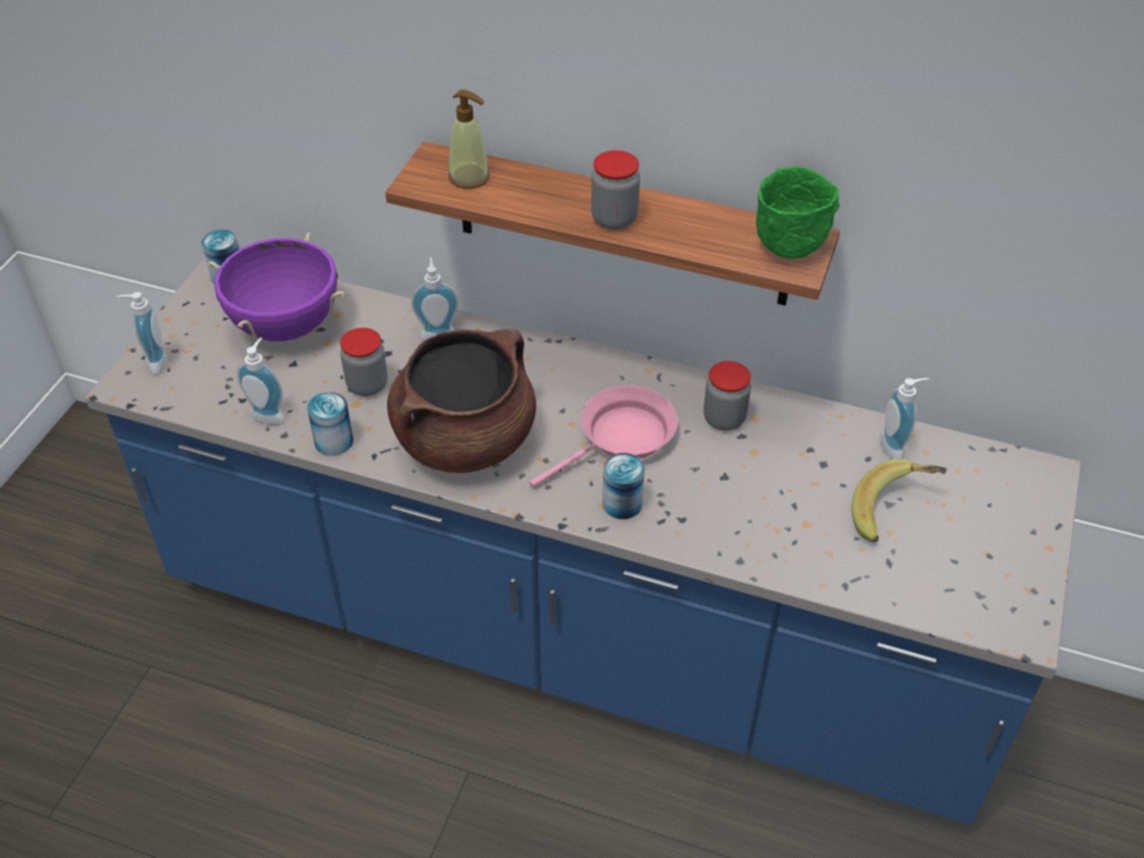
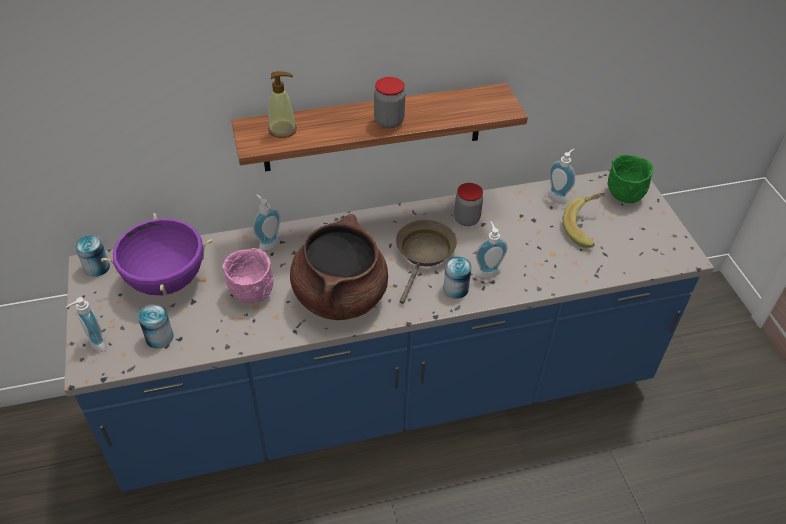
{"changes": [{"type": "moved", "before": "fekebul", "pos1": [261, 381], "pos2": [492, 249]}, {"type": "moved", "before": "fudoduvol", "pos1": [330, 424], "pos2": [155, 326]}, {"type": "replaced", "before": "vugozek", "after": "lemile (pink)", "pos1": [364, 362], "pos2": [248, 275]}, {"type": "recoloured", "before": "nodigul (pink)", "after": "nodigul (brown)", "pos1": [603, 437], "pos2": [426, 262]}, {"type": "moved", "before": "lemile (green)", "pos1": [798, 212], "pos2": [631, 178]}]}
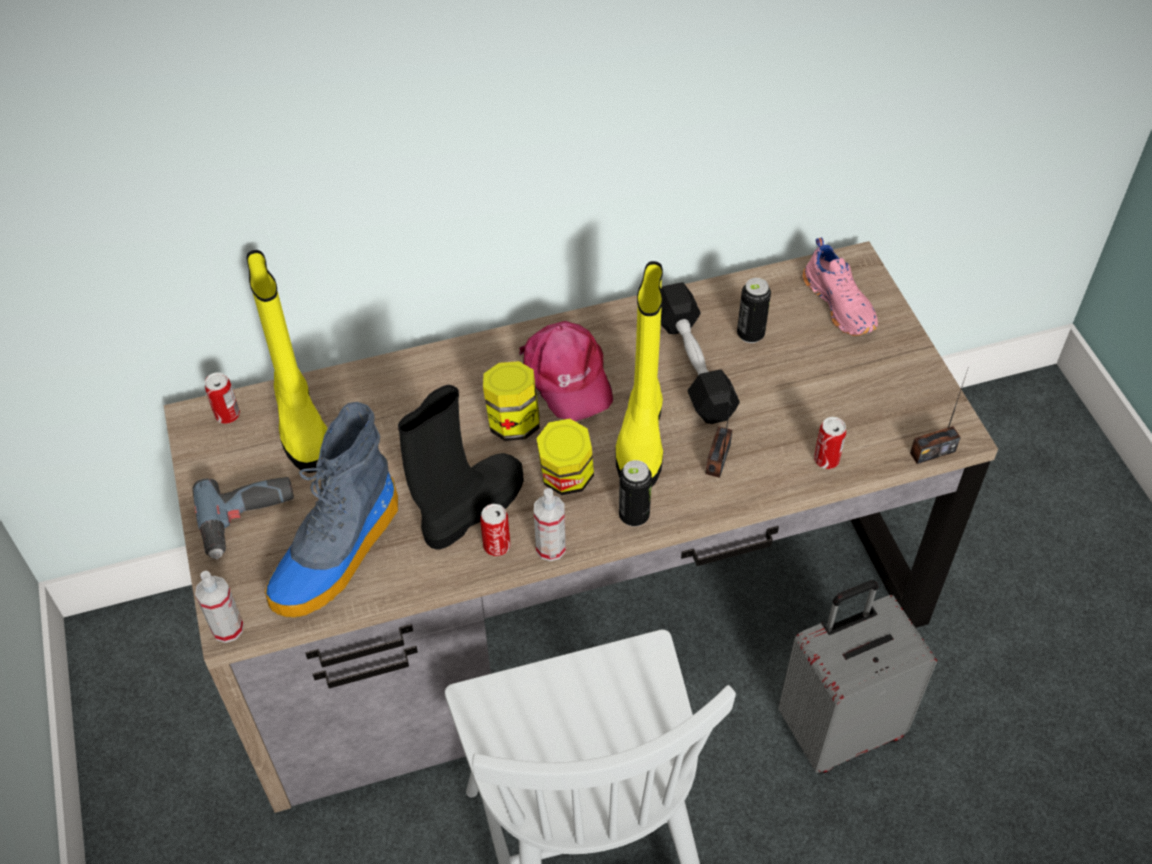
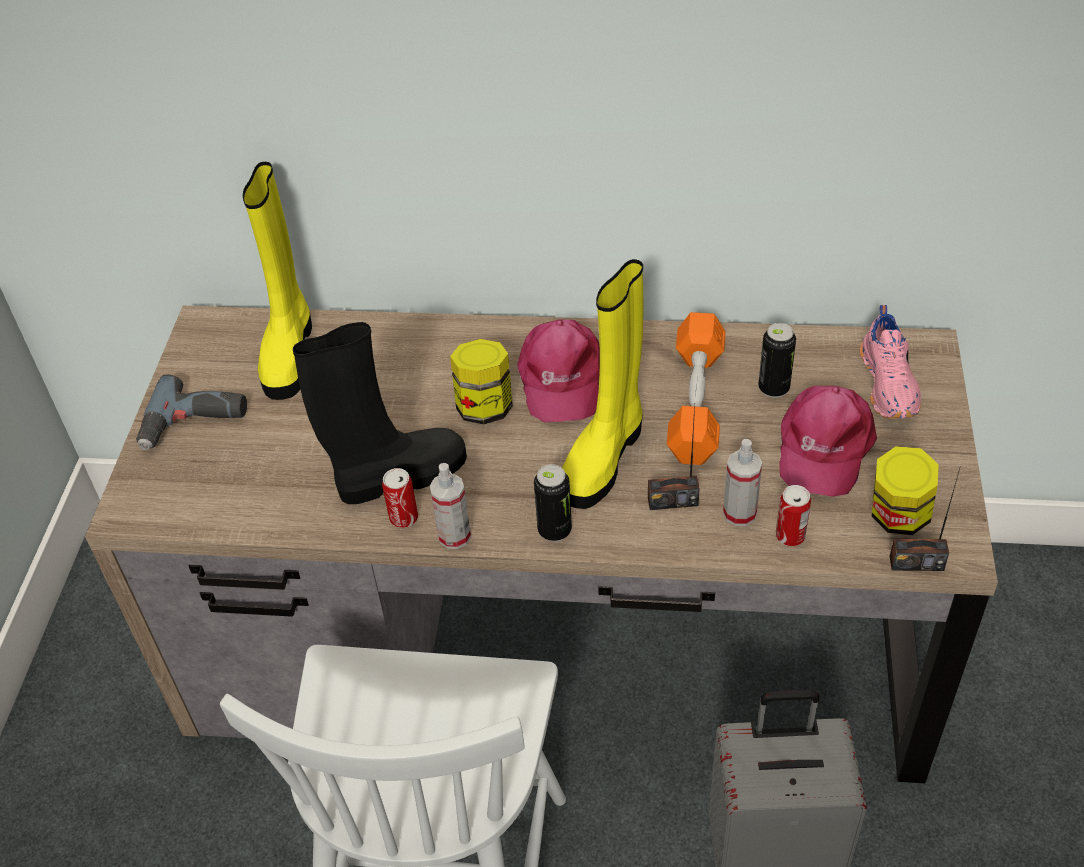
{"changes": [{"type": "moved", "before": "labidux", "pos1": [219, 607], "pos2": [742, 482]}, {"type": "removed", "before": "fudoduvol", "pos1": [222, 398]}, {"type": "removed", "before": "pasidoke", "pos1": [331, 510]}, {"type": "moved", "before": "vugozek", "pos1": [565, 456], "pos2": [905, 490]}, {"type": "recoloured", "before": "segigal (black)", "after": "segigal (orange)", "pos1": [700, 353], "pos2": [696, 388]}, {"type": "turned", "before": "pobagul", "pos1": [718, 441], "pos2": [674, 457], "turn": -135}, {"type": "added", "after": "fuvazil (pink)", "pos2": [828, 441]}]}
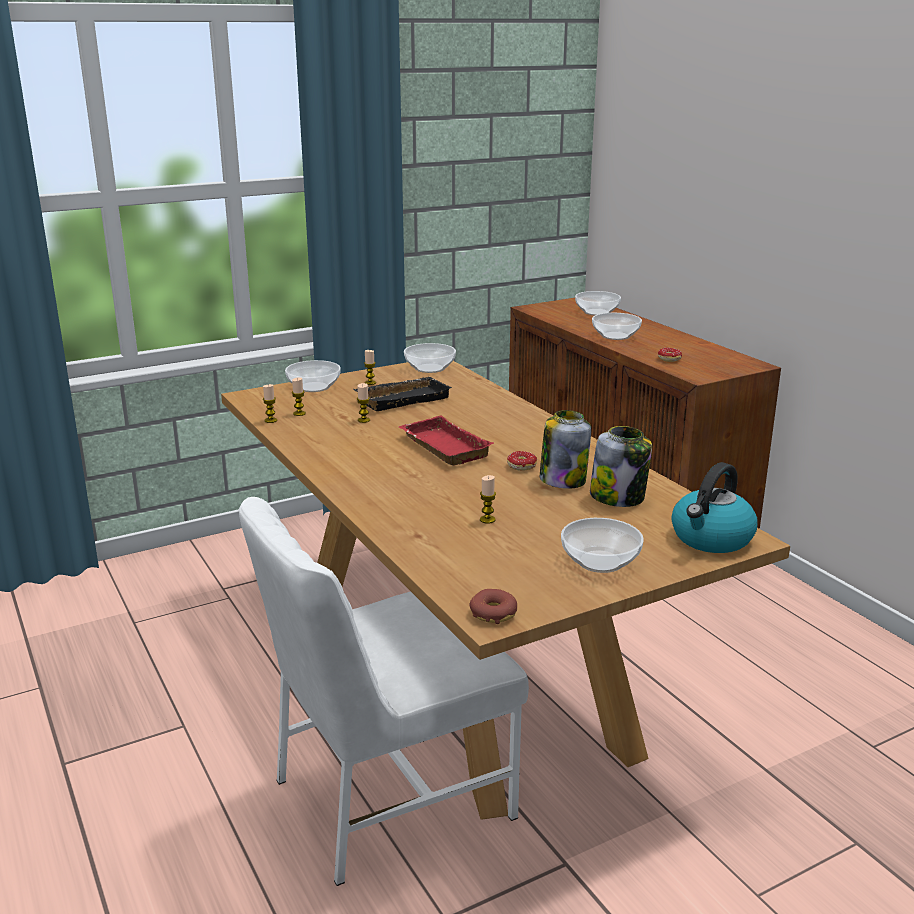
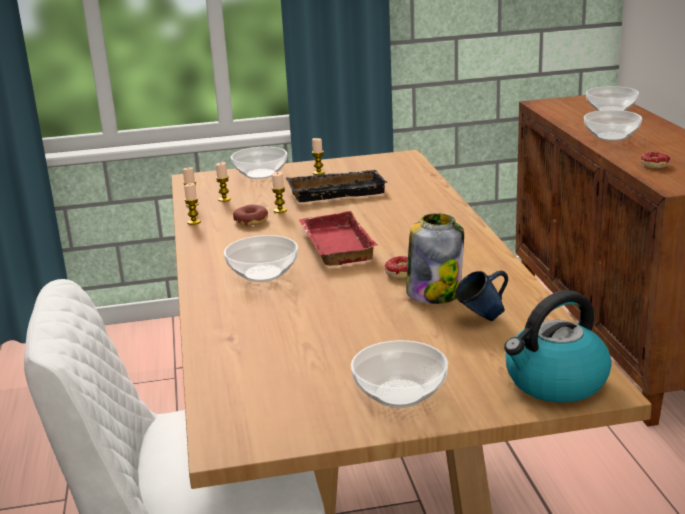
{"changes": [{"type": "moved", "before": "lemile", "pos1": [430, 358], "pos2": [261, 258]}, {"type": "moved", "before": "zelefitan", "pos1": [493, 606], "pos2": [250, 215]}, {"type": "moved", "before": "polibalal", "pos1": [488, 499], "pos2": [192, 204]}, {"type": "replaced", "before": "vugozek", "after": "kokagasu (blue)", "pos1": [621, 466], "pos2": [481, 295]}]}
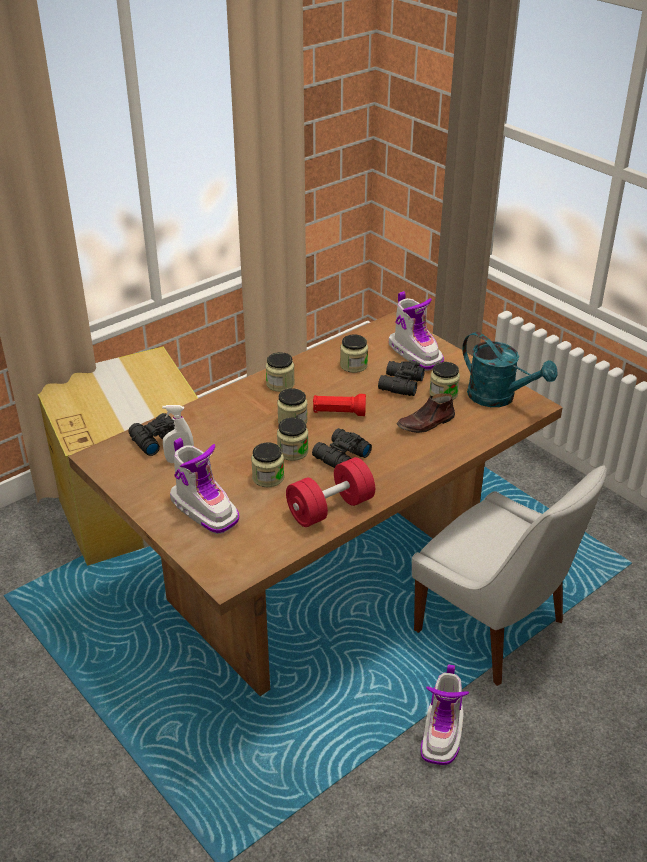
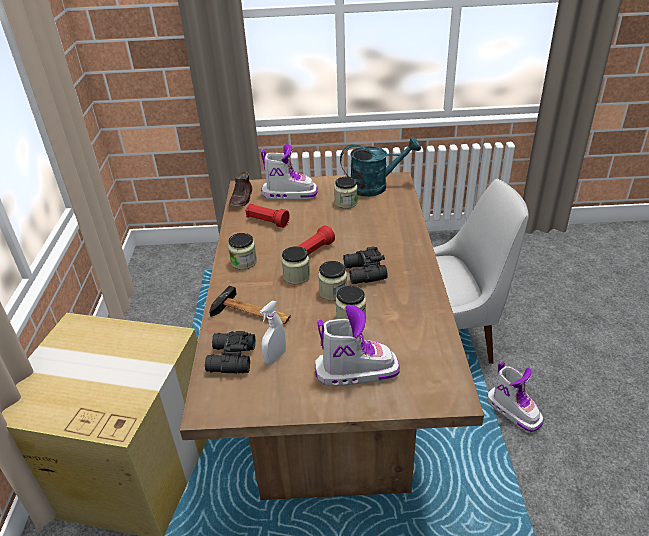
{"changes": [{"type": "removed", "before": "segigal (red)", "pos1": [330, 492]}, {"type": "replaced", "before": "vugozek", "after": "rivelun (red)", "pos1": [354, 353], "pos2": [268, 216]}, {"type": "removed", "before": "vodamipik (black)", "pos1": [401, 378]}, {"type": "moved", "before": "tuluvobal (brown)", "pos1": [425, 413], "pos2": [240, 189]}, {"type": "added", "after": "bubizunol", "pos2": [250, 304]}]}
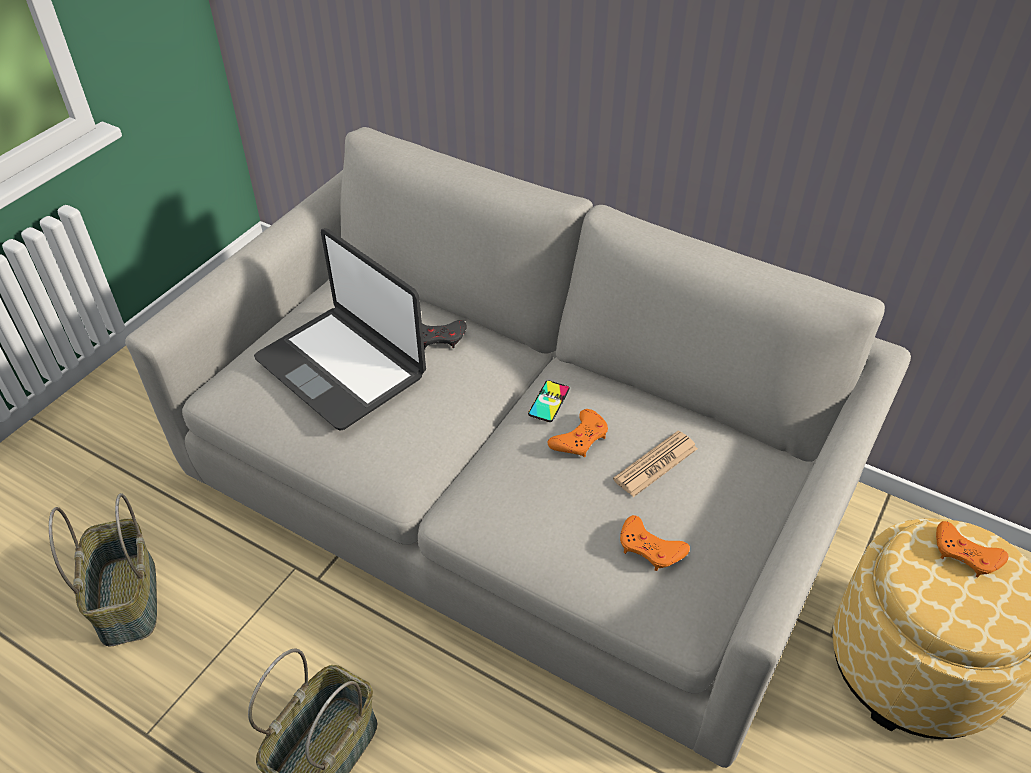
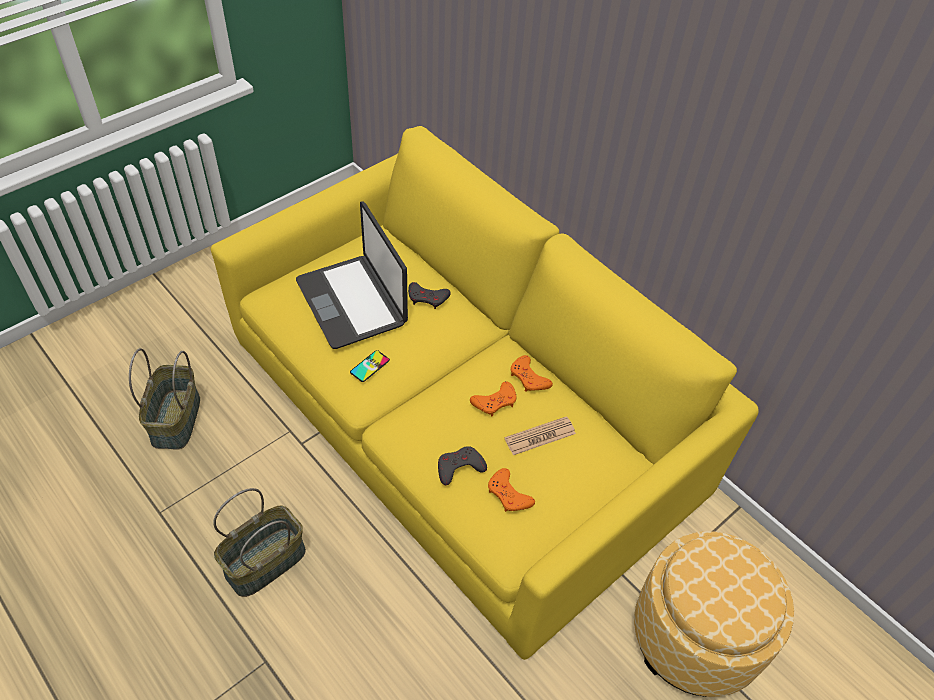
{"changes": [{"type": "recoloured", "before": "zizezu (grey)", "after": "zizezu (yellow)", "pos1": [518, 447], "pos2": [485, 393]}, {"type": "moved", "before": "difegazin", "pos1": [549, 401], "pos2": [370, 366]}, {"type": "moved", "before": "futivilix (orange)", "pos1": [972, 549], "pos2": [531, 373]}, {"type": "added", "after": "futivilix (grey)", "pos2": [462, 465]}]}
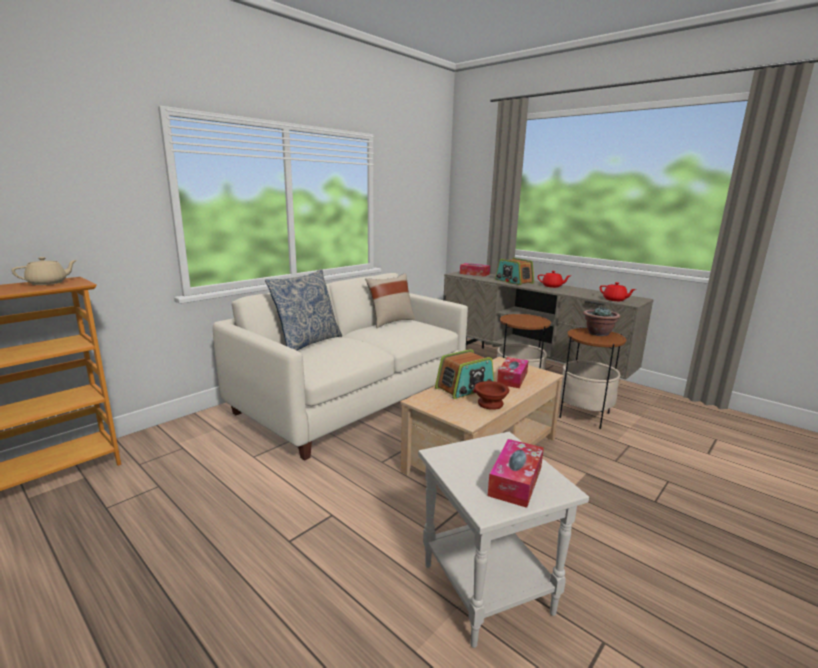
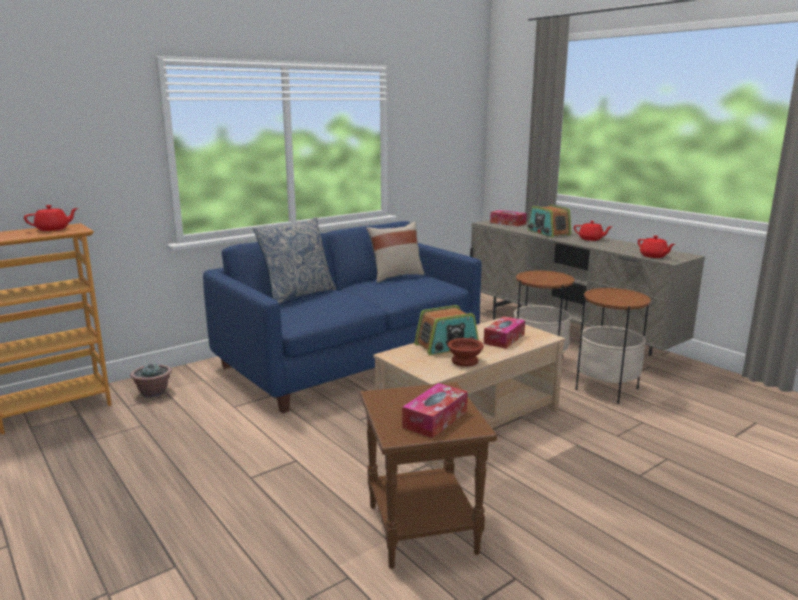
{"changes": [{"type": "recoloured", "before": "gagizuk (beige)", "after": "gagizuk (red)", "pos1": [44, 271], "pos2": [51, 218]}, {"type": "recoloured", "before": "zizezu (white)", "after": "zizezu (blue)", "pos1": [340, 367], "pos2": [342, 317]}, {"type": "recoloured", "before": "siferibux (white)", "after": "siferibux (brown)", "pos1": [503, 540], "pos2": [428, 475]}, {"type": "moved", "before": "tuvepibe", "pos1": [601, 321], "pos2": [151, 380]}]}
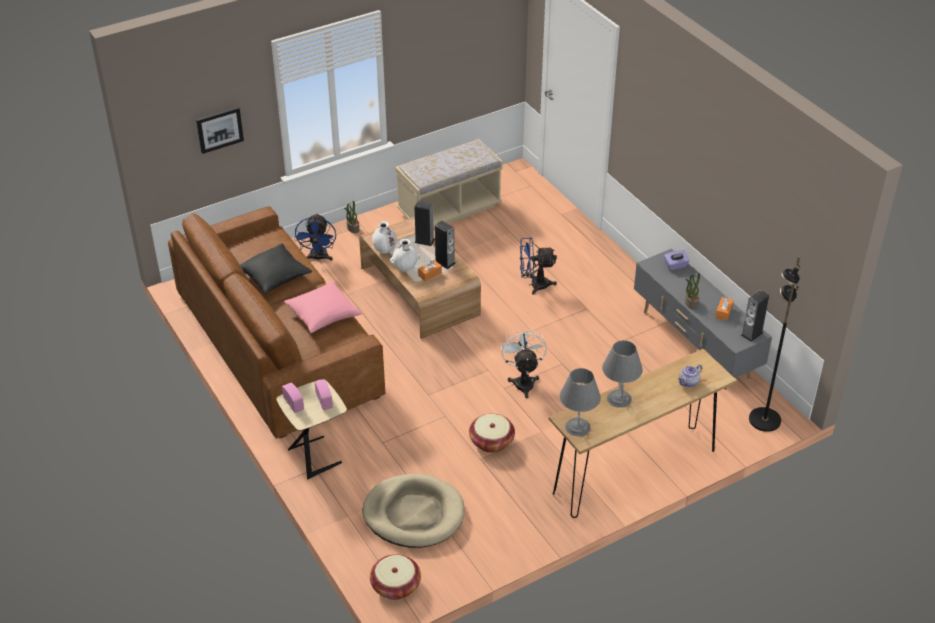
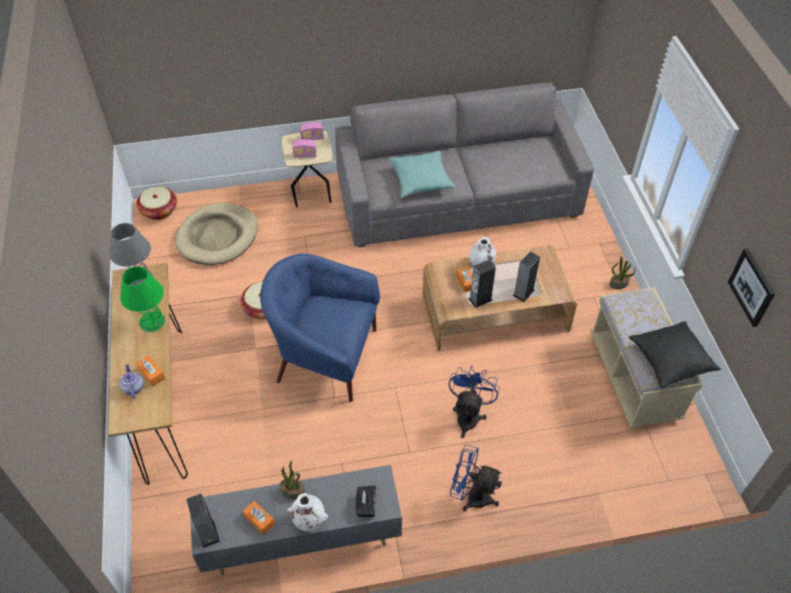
{"changes": [{"type": "recoloured", "before": "zizezu (brown)", "after": "zizezu (grey)", "pos1": [276, 323], "pos2": [464, 165]}, {"type": "moved", "before": "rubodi", "pos1": [220, 130], "pos2": [751, 287]}, {"type": "moved", "before": "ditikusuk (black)", "pos1": [276, 268], "pos2": [675, 354]}, {"type": "recoloured", "before": "ditikusuk (pink)", "after": "ditikusuk (turquoise)", "pos1": [323, 307], "pos2": [421, 174]}, {"type": "moved", "before": "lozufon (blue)", "pos1": [315, 237], "pos2": [476, 478]}, {"type": "moved", "before": "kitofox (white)", "pos1": [384, 237], "pos2": [307, 512]}, {"type": "replaced", "before": "lozufon (white)", "after": "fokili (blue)", "pos1": [524, 363], "pos2": [320, 328]}, {"type": "recoloured", "before": "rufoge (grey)", "after": "rufoge (green)", "pos1": [622, 374], "pos2": [142, 299]}, {"type": "recoloured", "before": "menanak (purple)", "after": "menanak (black)", "pos1": [677, 260], "pos2": [366, 501]}, {"type": "removed", "before": "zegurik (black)", "pos1": [774, 344]}, {"type": "added", "after": "menanak (orange)", "pos2": [150, 370]}]}
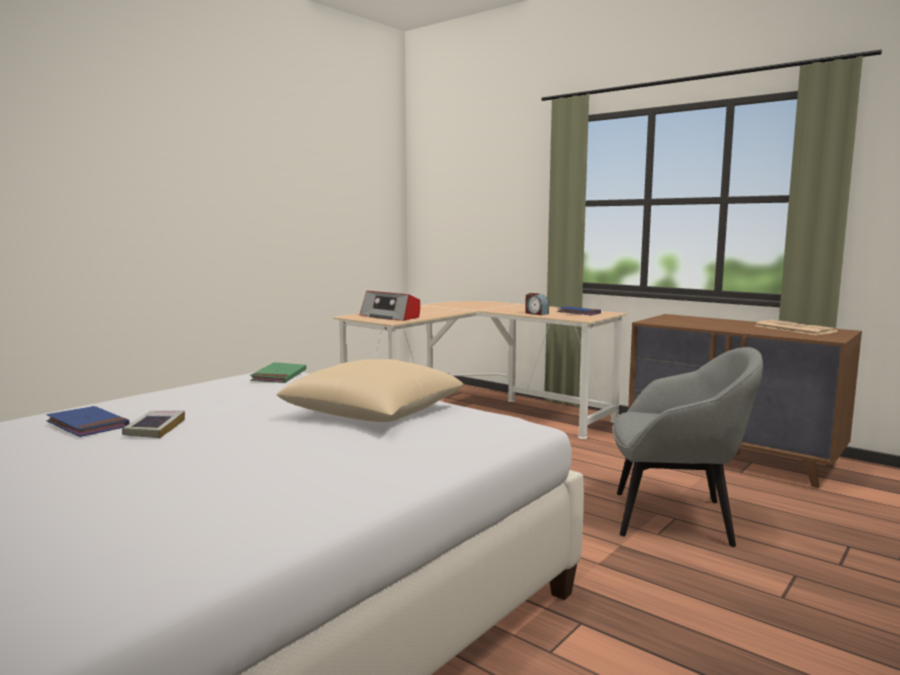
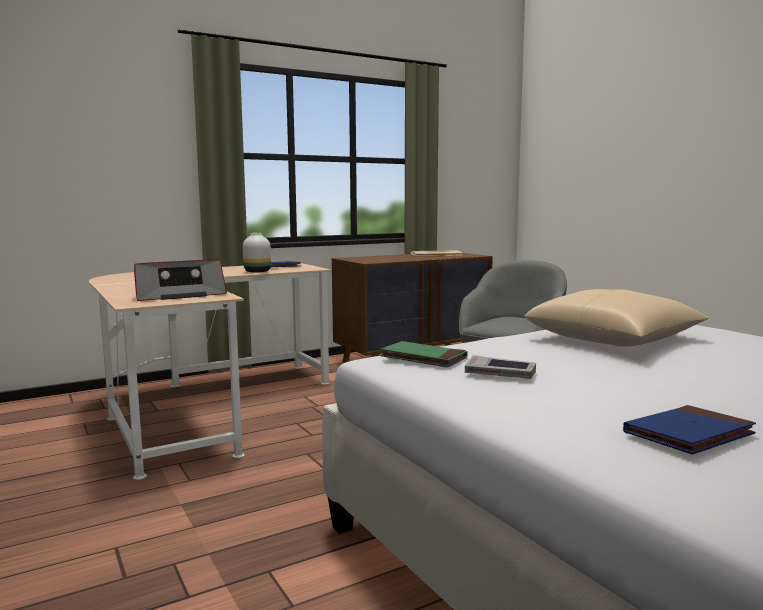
{"changes": [{"type": "moved", "before": "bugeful", "pos1": [153, 424], "pos2": [500, 367]}, {"type": "replaced", "before": "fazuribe", "after": "kitofox (white)", "pos1": [537, 304], "pos2": [257, 253]}]}
